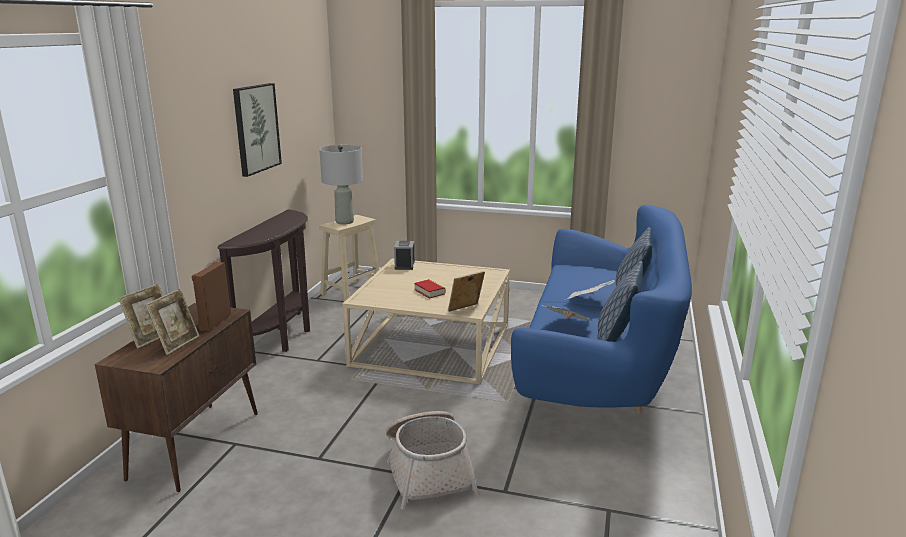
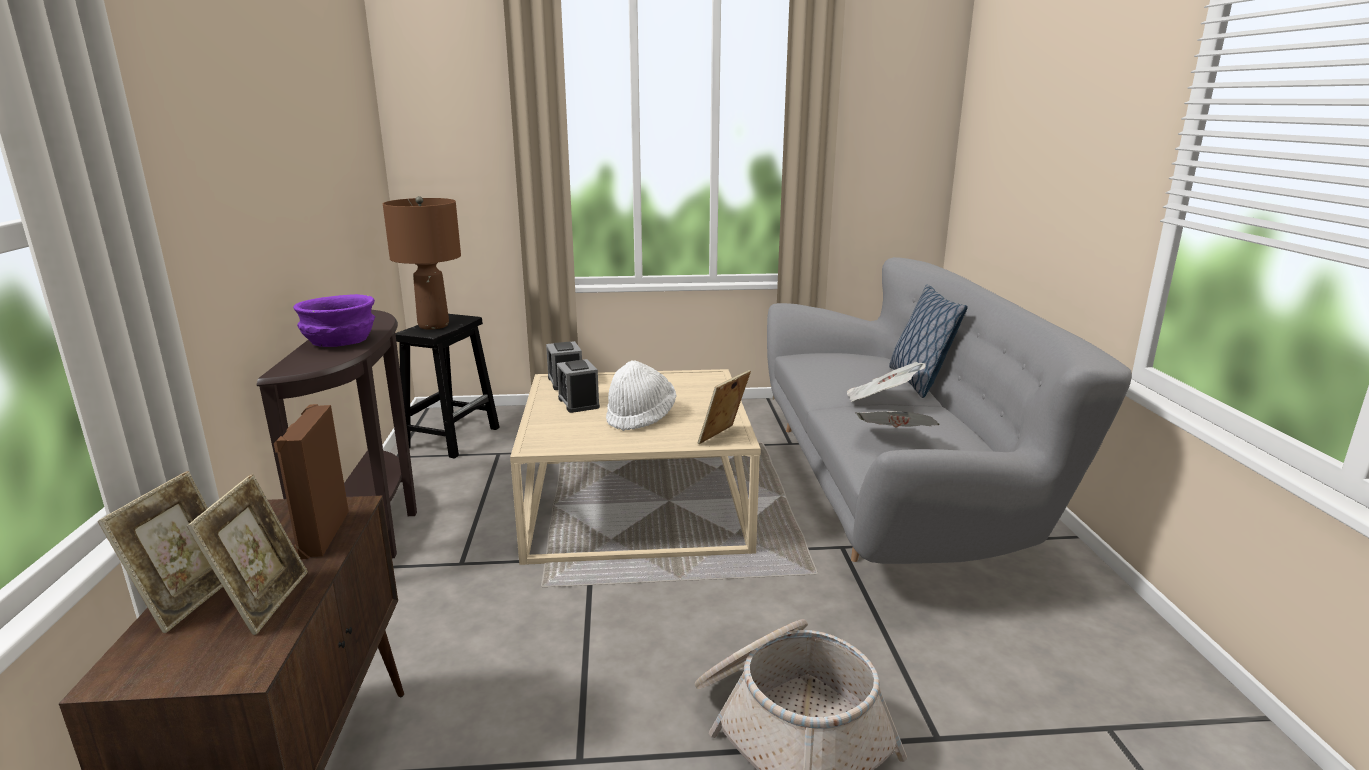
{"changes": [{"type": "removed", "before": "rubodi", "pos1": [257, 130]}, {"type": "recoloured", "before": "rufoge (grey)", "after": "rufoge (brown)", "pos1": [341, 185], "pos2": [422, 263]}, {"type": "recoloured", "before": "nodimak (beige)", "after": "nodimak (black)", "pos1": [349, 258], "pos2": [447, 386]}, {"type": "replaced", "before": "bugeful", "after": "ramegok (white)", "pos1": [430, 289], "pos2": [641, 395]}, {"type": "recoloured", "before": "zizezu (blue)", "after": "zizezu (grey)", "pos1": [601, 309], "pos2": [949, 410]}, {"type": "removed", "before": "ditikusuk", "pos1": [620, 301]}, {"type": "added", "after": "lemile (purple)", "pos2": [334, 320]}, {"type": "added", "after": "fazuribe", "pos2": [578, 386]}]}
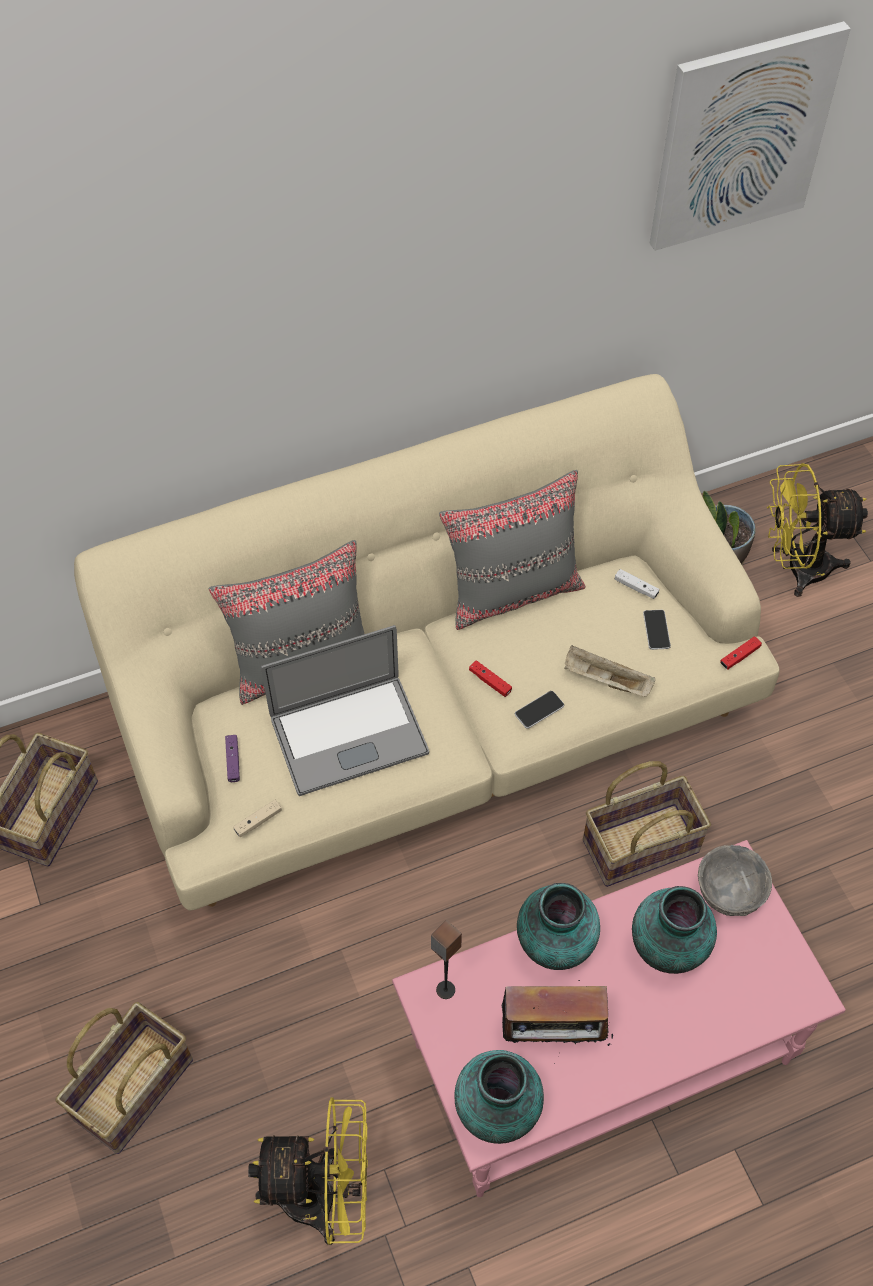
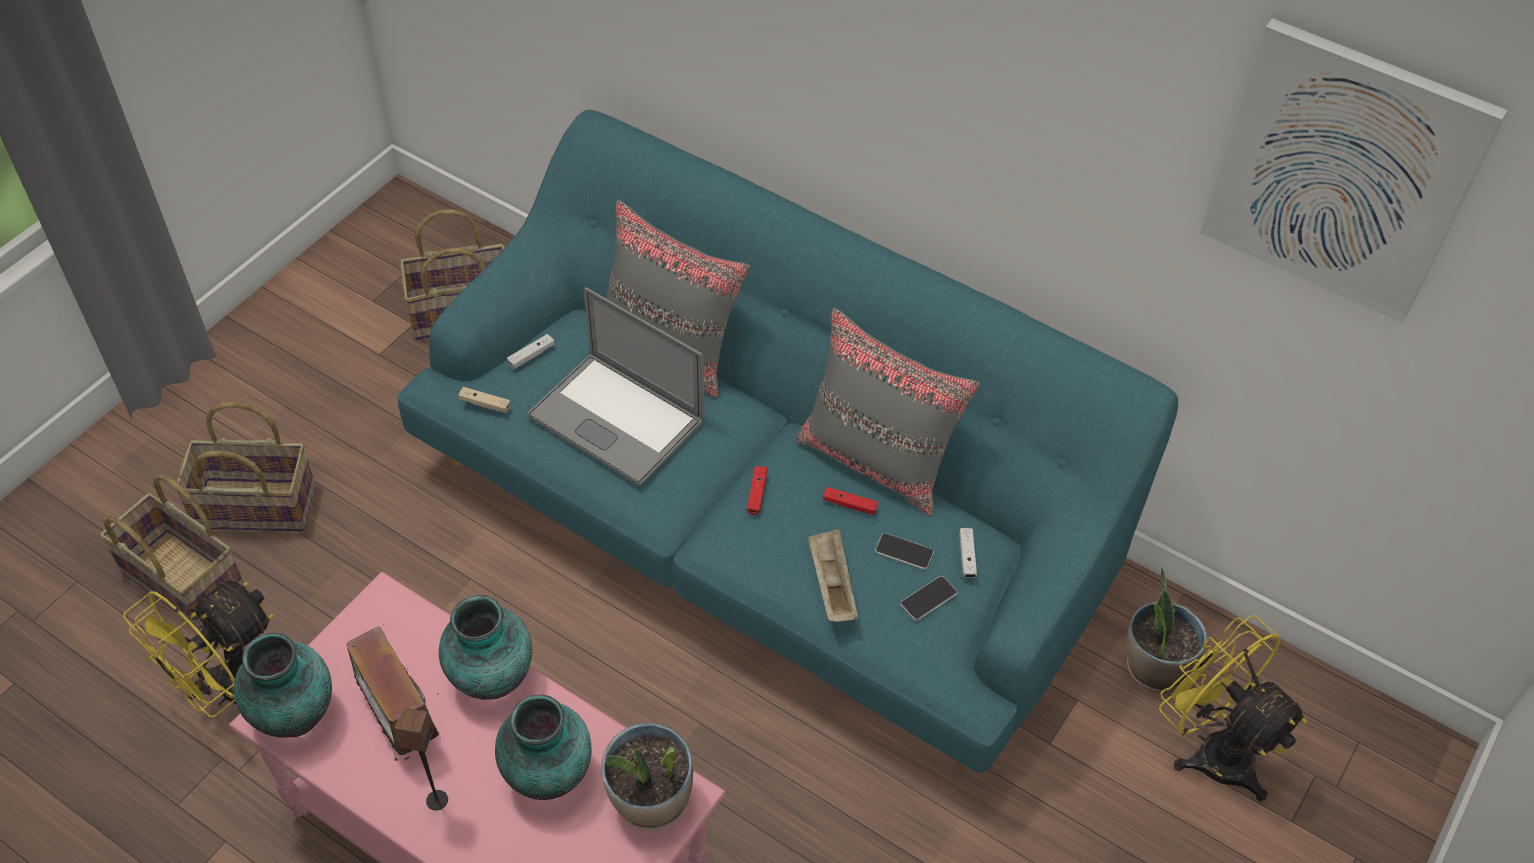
{"changes": [{"type": "recoloured", "before": "zizezu (beige)", "after": "zizezu (turquoise)", "pos1": [427, 642], "pos2": [787, 441]}, {"type": "recoloured", "before": "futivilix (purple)", "after": "futivilix (white)", "pos1": [232, 758], "pos2": [531, 351]}, {"type": "turned", "before": "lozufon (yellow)", "pos1": [308, 1171], "pos2": [198, 648], "turn": 75}, {"type": "moved", "before": "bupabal", "pos1": [446, 959], "pos2": [421, 759]}, {"type": "moved", "before": "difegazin", "pos1": [539, 710], "pos2": [904, 551]}, {"type": "moved", "before": "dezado", "pos1": [647, 824], "pos2": [171, 551]}, {"type": "replaced", "before": "lemile (grey)", "after": "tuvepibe", "pos1": [735, 880], "pos2": [647, 776]}, {"type": "moved", "before": "futivilix (red)", "pos1": [741, 653], "pos2": [850, 501]}]}
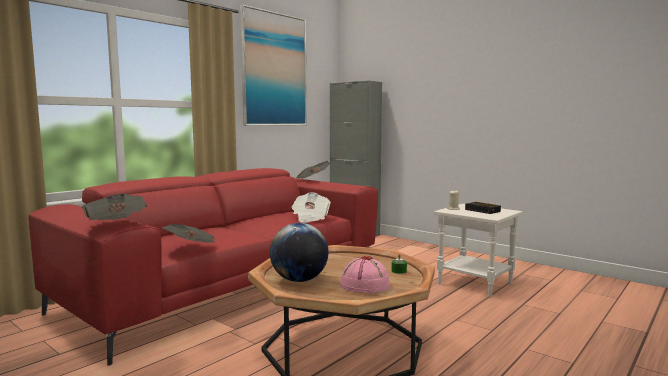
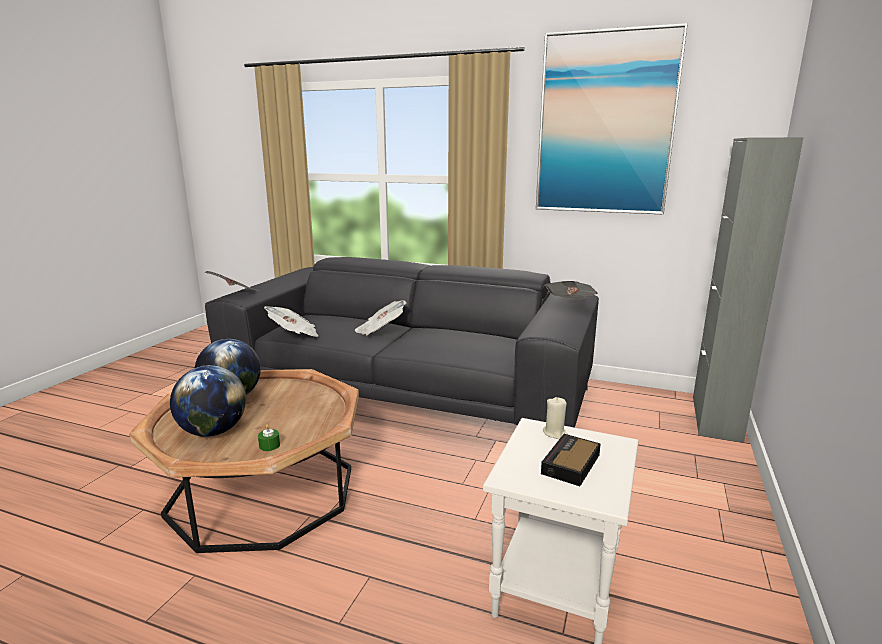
{"changes": [{"type": "recoloured", "before": "zizezu (red)", "after": "zizezu (grey)", "pos1": [203, 266], "pos2": [402, 342]}, {"type": "moved", "before": "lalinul", "pos1": [311, 207], "pos2": [380, 317]}, {"type": "replaced", "before": "ramegok (pink)", "after": "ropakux", "pos1": [365, 274], "pos2": [208, 401]}]}
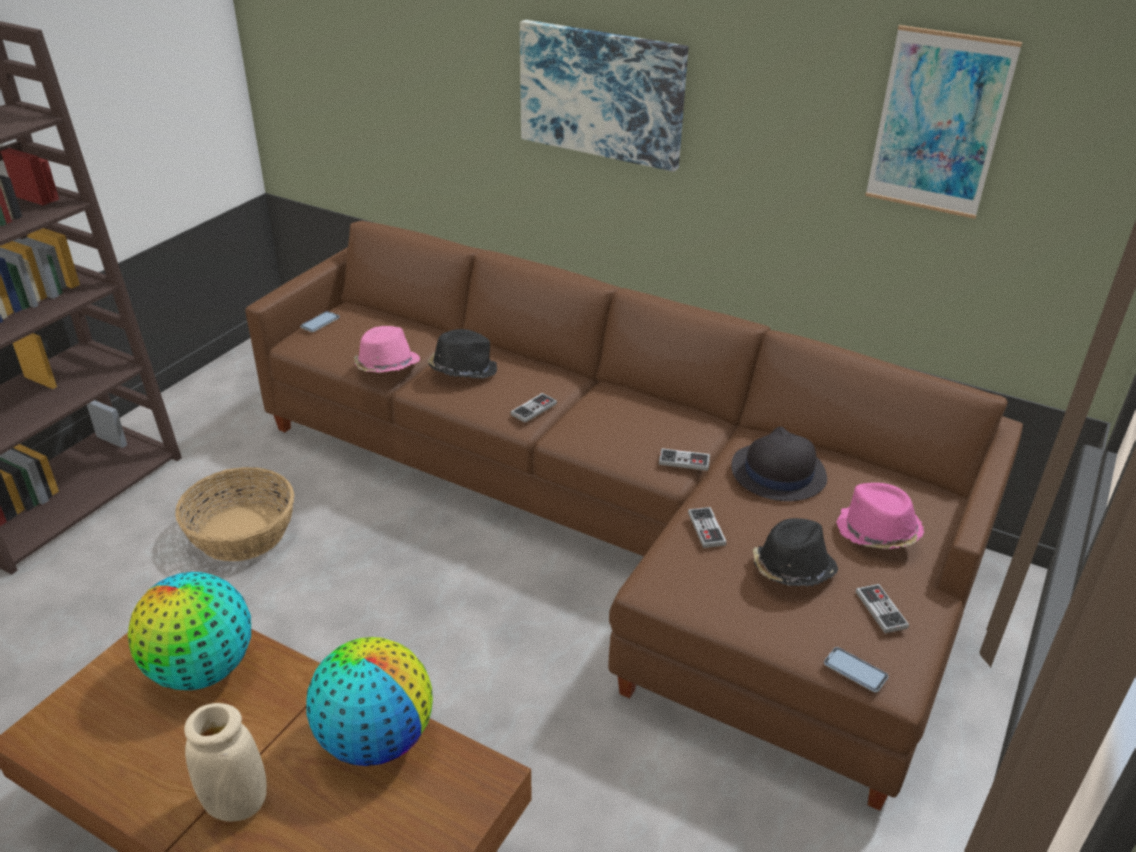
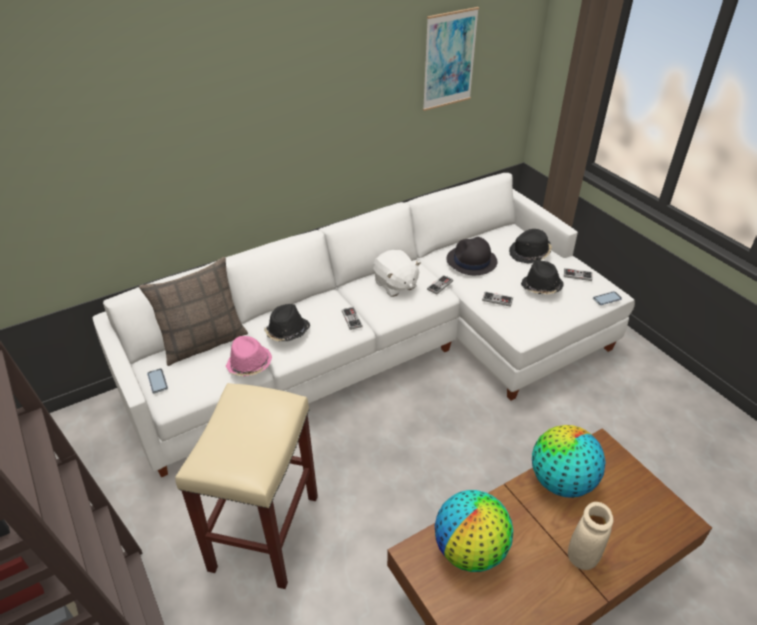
{"changes": [{"type": "replaced", "before": "dezado", "after": "nodimak (beige)", "pos1": [234, 514], "pos2": [246, 486]}, {"type": "recoloured", "before": "zizezu (brown)", "after": "zizezu (white)", "pos1": [634, 516], "pos2": [363, 325]}, {"type": "removed", "before": "rubodi", "pos1": [604, 96]}, {"type": "recoloured", "before": "ramegok (pink)", "after": "ramegok (black)", "pos1": [880, 516], "pos2": [530, 246]}, {"type": "added", "after": "ditikusuk", "pos2": [193, 311]}, {"type": "added", "after": "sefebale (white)", "pos2": [397, 273]}]}
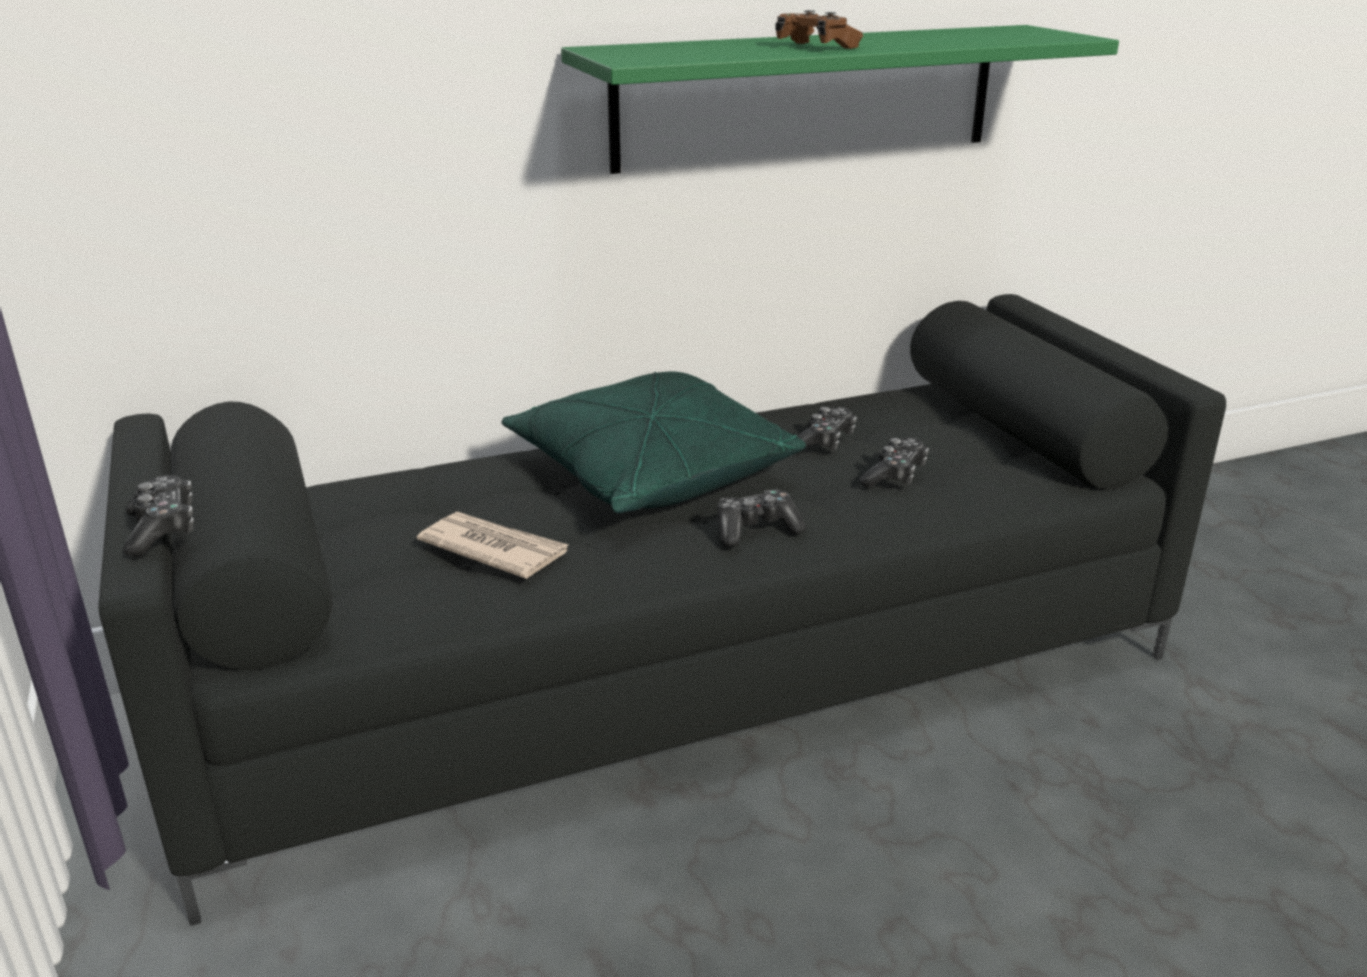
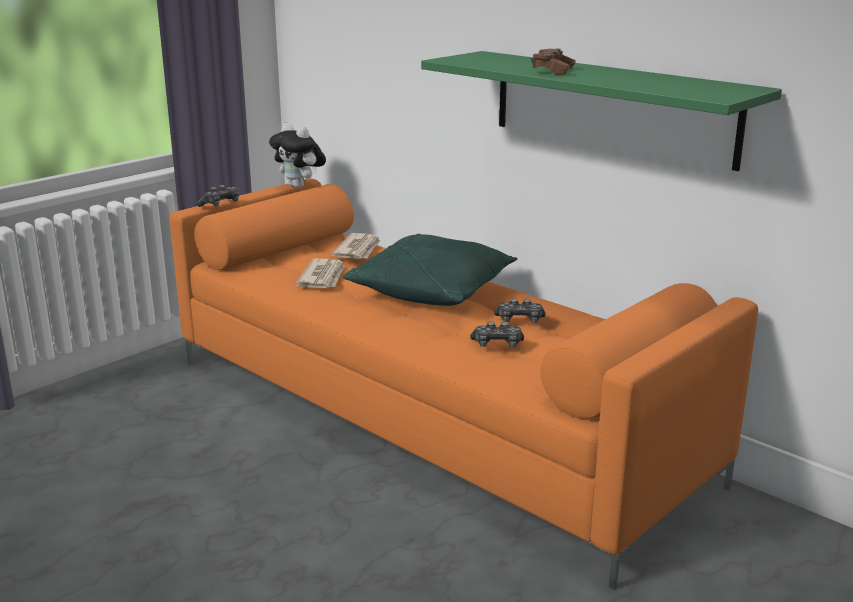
{"changes": [{"type": "recoloured", "before": "zizezu (black)", "after": "zizezu (orange)", "pos1": [662, 610], "pos2": [464, 384]}, {"type": "removed", "before": "futivilix", "pos1": [761, 518]}, {"type": "added", "after": "sefebale", "pos2": [297, 155]}, {"type": "added", "after": "lalinul", "pos2": [356, 246]}]}
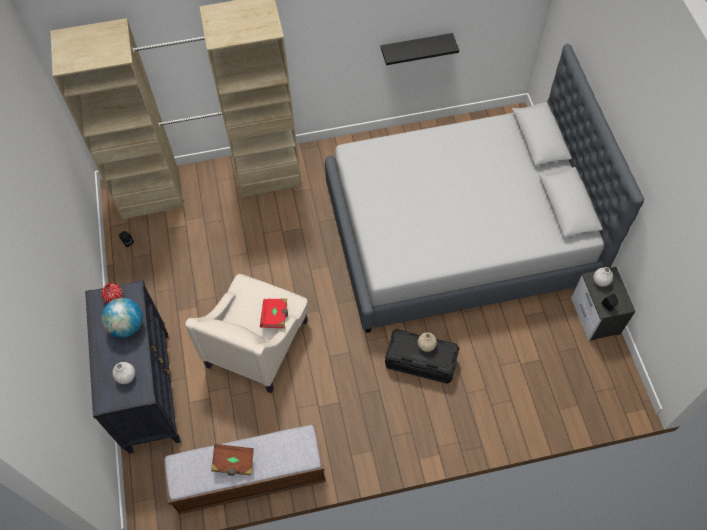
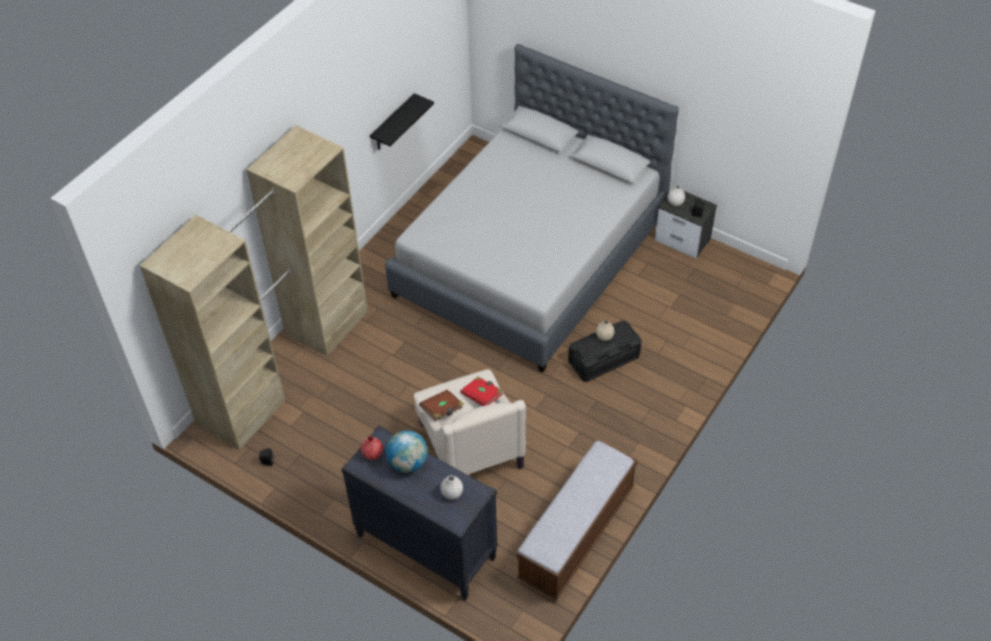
{"changes": [{"type": "moved", "before": "bugeful (brown)", "pos1": [232, 460], "pos2": [441, 405]}]}
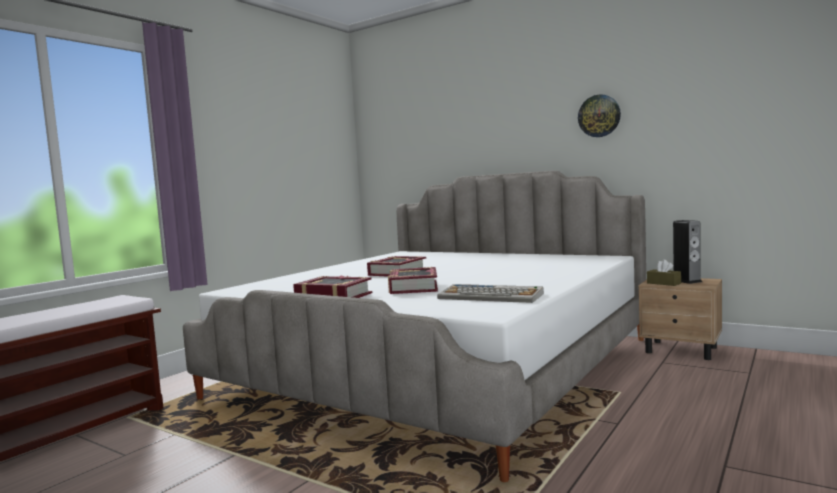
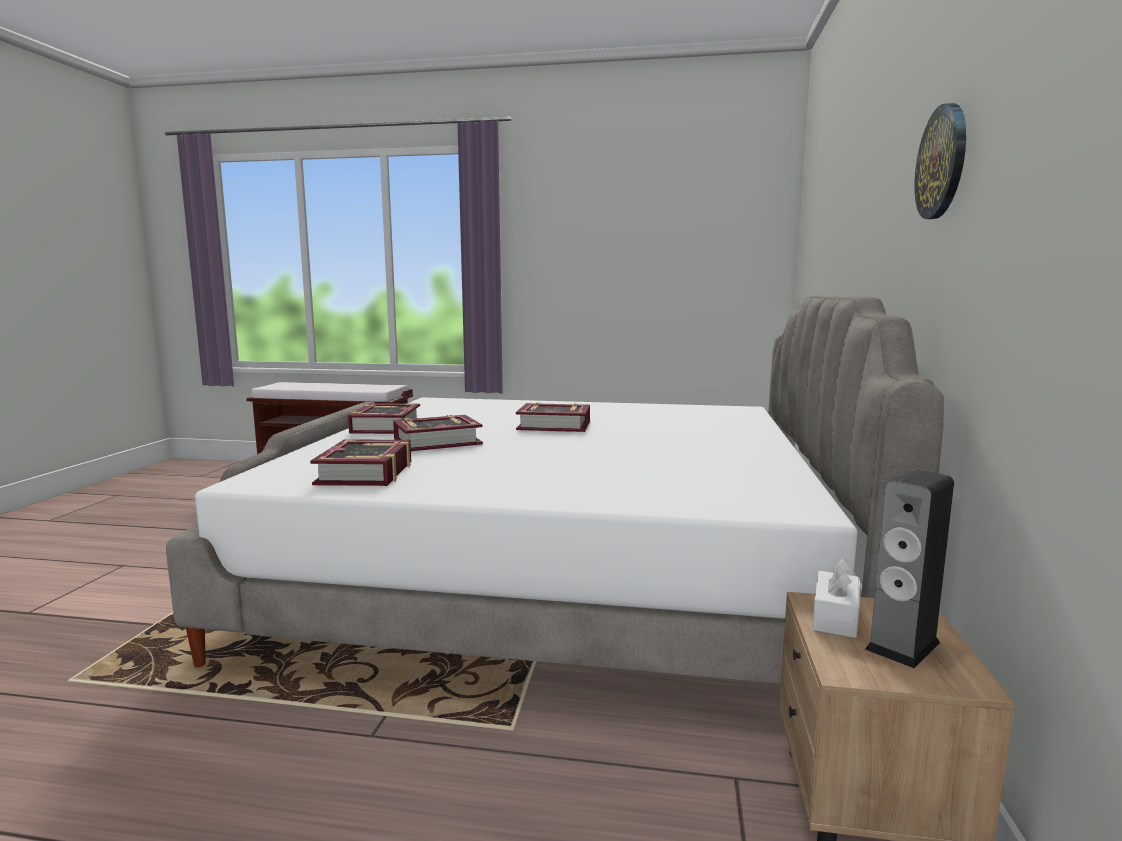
{"changes": [{"type": "replaced", "before": "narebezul", "after": "bugeful", "pos1": [490, 293], "pos2": [360, 462]}, {"type": "recoloured", "before": "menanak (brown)", "after": "menanak (white)", "pos1": [664, 273], "pos2": [835, 598]}]}
